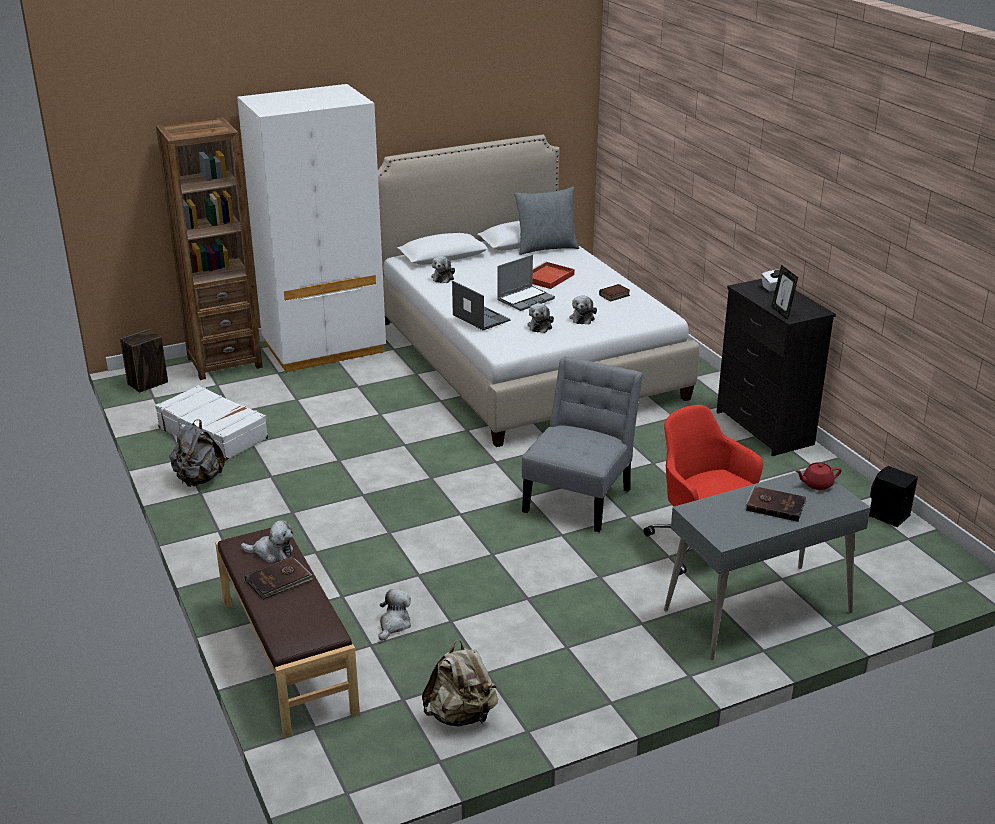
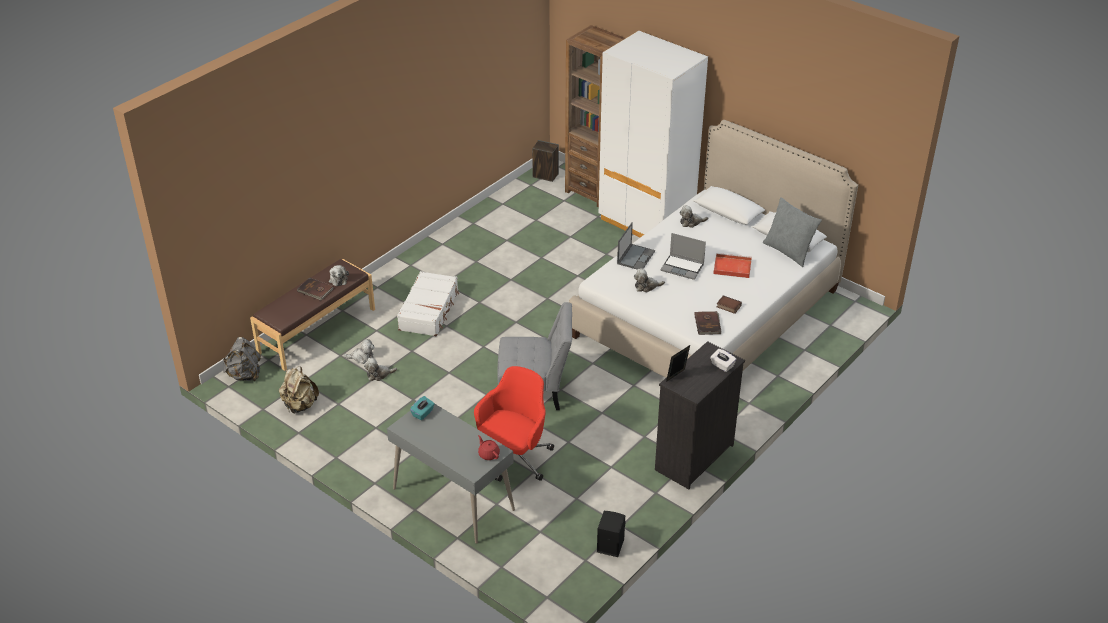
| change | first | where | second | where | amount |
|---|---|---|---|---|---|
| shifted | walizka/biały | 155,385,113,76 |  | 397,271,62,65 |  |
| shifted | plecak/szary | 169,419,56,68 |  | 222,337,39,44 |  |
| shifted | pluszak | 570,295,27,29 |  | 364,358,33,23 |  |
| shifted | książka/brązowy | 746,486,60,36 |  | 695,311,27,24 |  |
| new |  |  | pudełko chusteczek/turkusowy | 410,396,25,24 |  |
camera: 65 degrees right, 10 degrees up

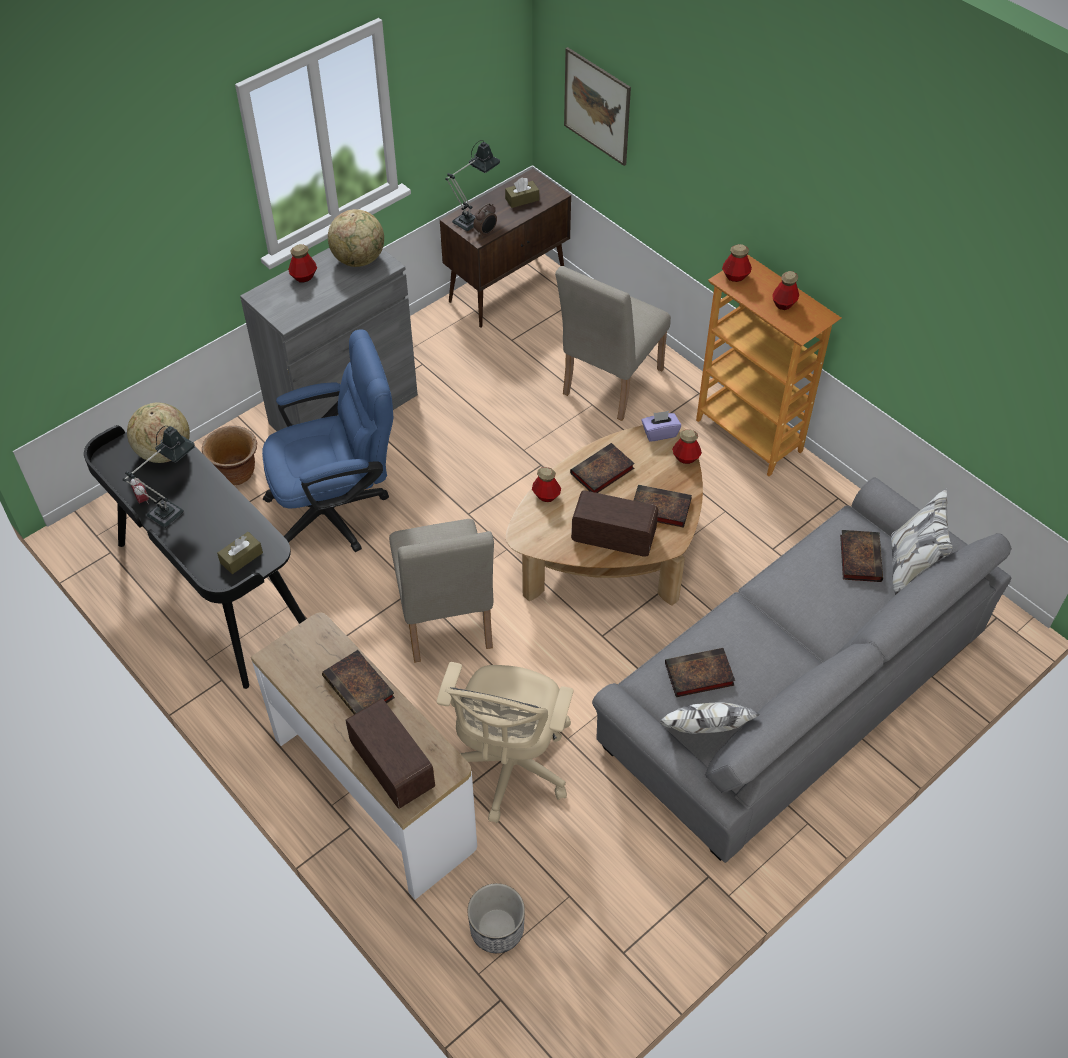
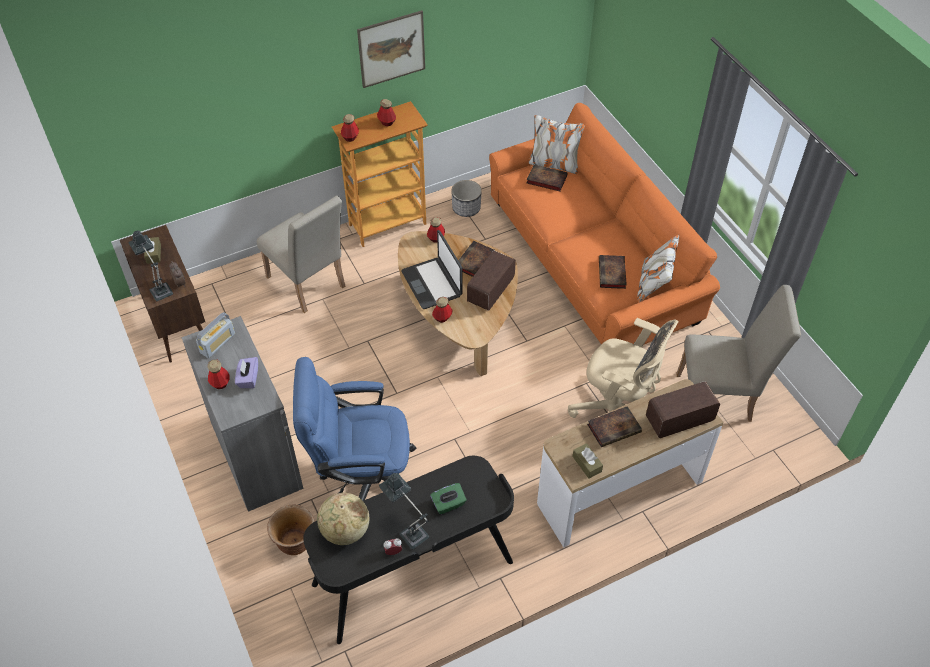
| change | first | where | second | where | amount |
|---|---|---|---|---|---|
| shifted | pudełko chusteczek/brązowy | 217,532,46,42 |  | 572,443,31,36 |  |
| rotated | krzesło biurowe/niebieski | 262,329,131,223 |  | 293,357,123,144 | 90 degrees counterclockwise |
| swapped | globus | 328,209,56,58 | radio | 196,312,39,46 |  |
| shifted | krzesło/beżowy | 389,519,105,144 |  | 676,285,125,137 |  |
| shifted | donica | 468,883,57,70 |  | 451,180,31,37 |  |
| shifted | obraz | 564,47,67,119 |  | 357,10,68,78 |  |
| swapped | książka | 570,443,65,50 | laptop | 402,230,61,79 |  |
| repainted | kanapa/szary | 592,477,420,386 | kanapa/pomarańczowy | 489,103,231,241 |  |
| shifted | pudełko chusteczek/fioletowy | 641,411,40,31 |  | 235,357,23,31 |  |
| new |  |  | pudełko chusteczek/zielony | 430,483,37,31 |  |
camera: 75 degrees left, 0 degrees up

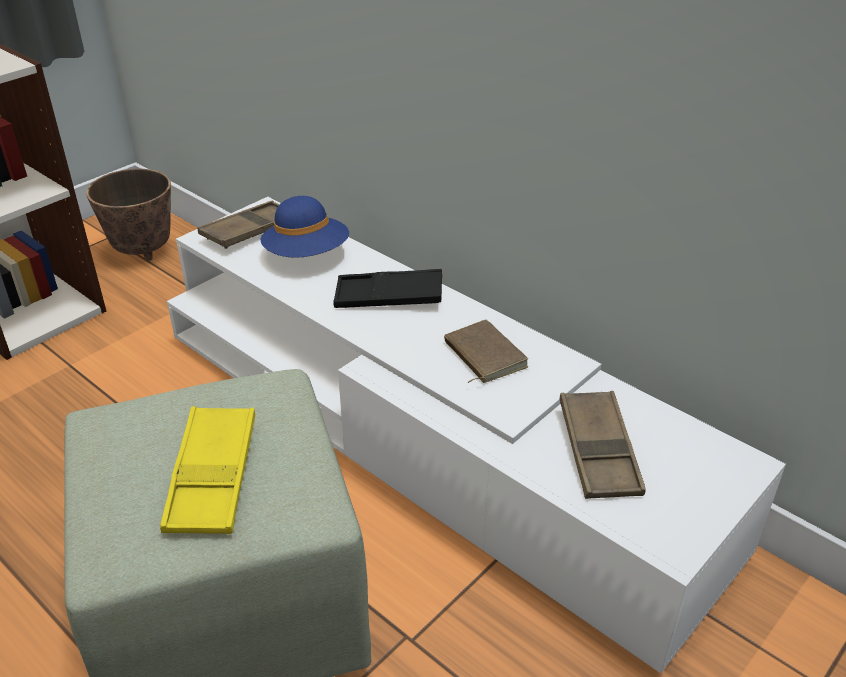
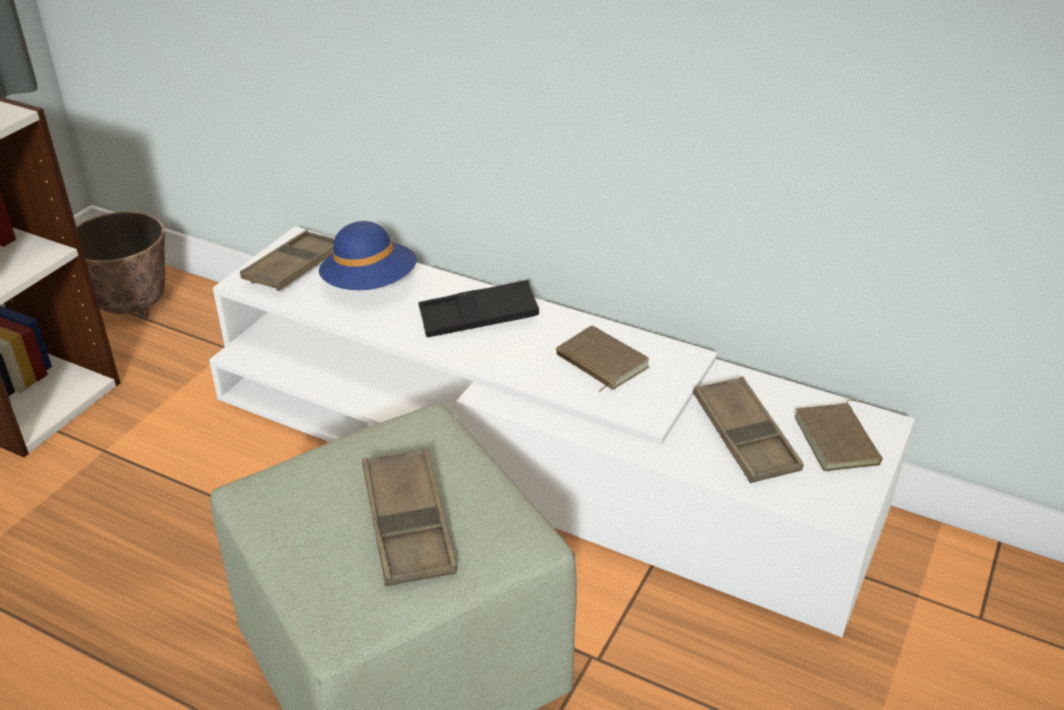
| change | first | where | second | where | amount |
|---|---|---|---|---|---|
| repainted | taca/żółty | 160,406,95,128 | taca/brązowy | 362,449,95,137 |  |
| new |  |  | książka/brązowy | 794,400,89,71 |  |
camera: 15 degrees left, 0 degrees up

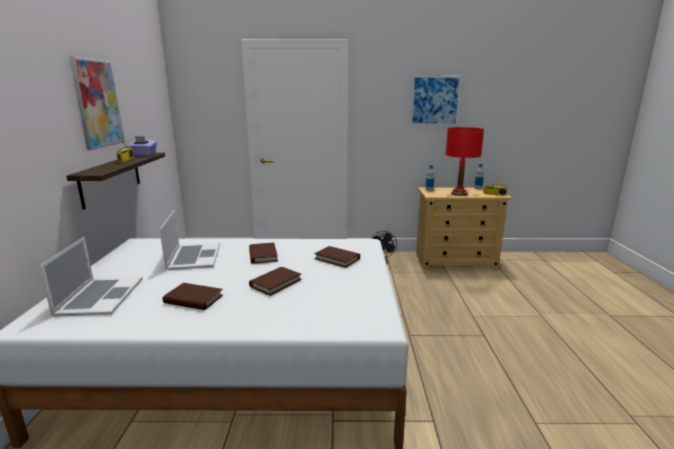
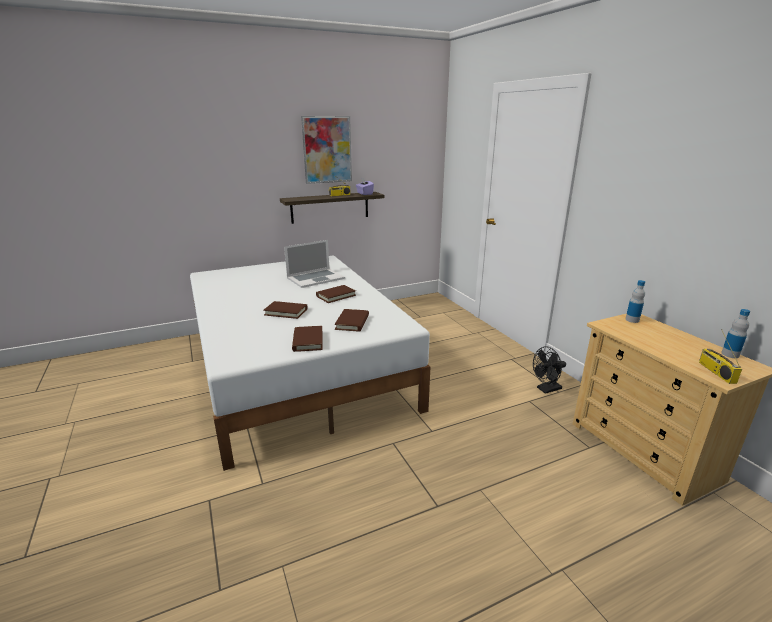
| change | first | where | second | where | amount |
|---|---|---|---|---|---|
| gone | laptop | 39,237,104,80 |  |  |  |
| shifted | książka/brązowy | 163,283,60,27 |  | 292,326,31,26 |  |
| gone | obraz | 410,76,51,49 |  |  |  |
| gone | lampa stołowa/czerwony | 445,127,39,69 |  |  |  |
camera: 65 degrees right, 5 degrees up

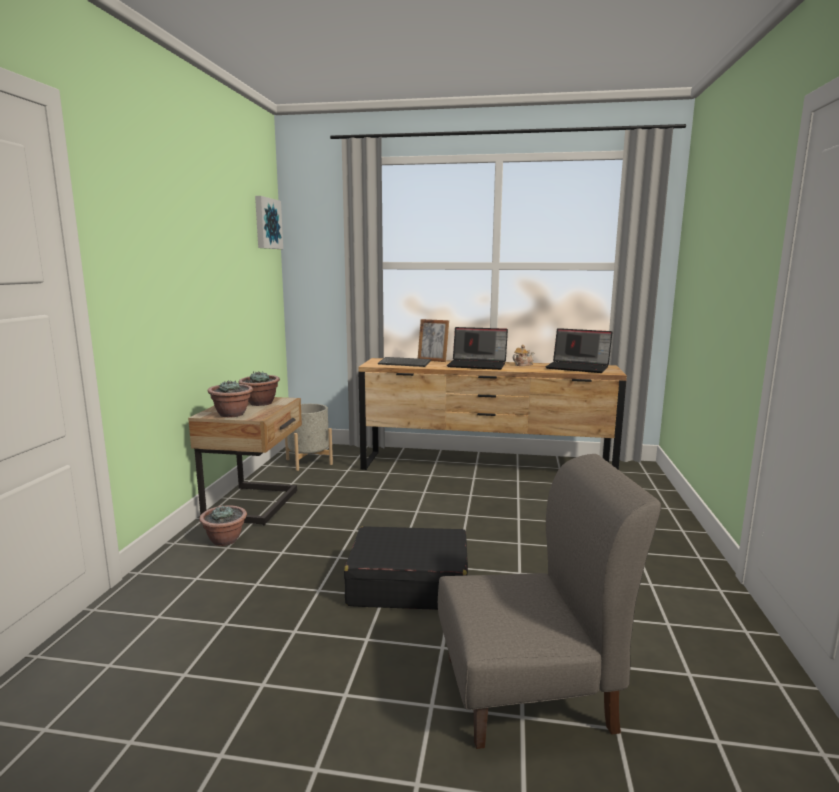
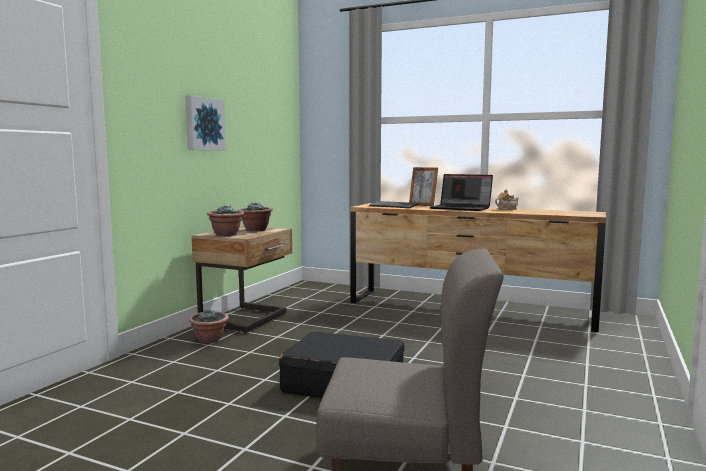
| change | first | where | second | where | amount |
|---|---|---|---|---|---|
| shifted | obraz | 255,196,28,53 |  | 185,95,41,55 |  |
| gone | donica/szary | 285,404,48,67 |  |  |  |
| gone | laptop | 546,328,67,45 |  |  |  |
camera: 15 degrees right, 5 degrees down

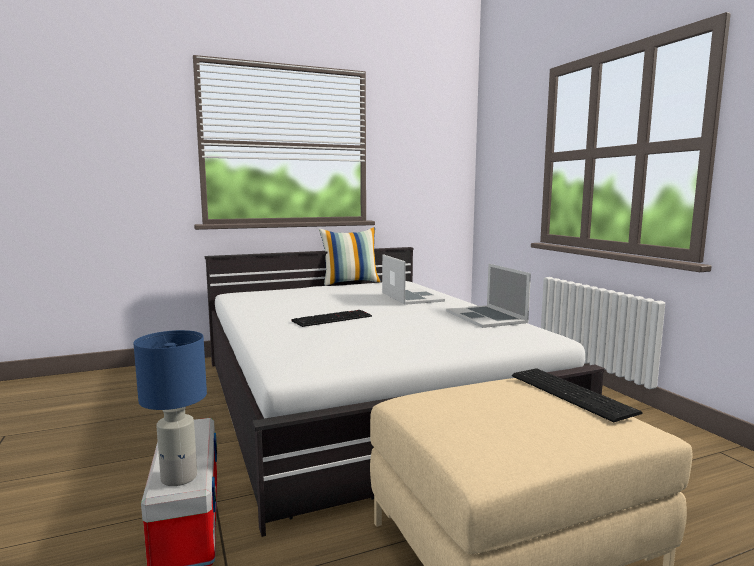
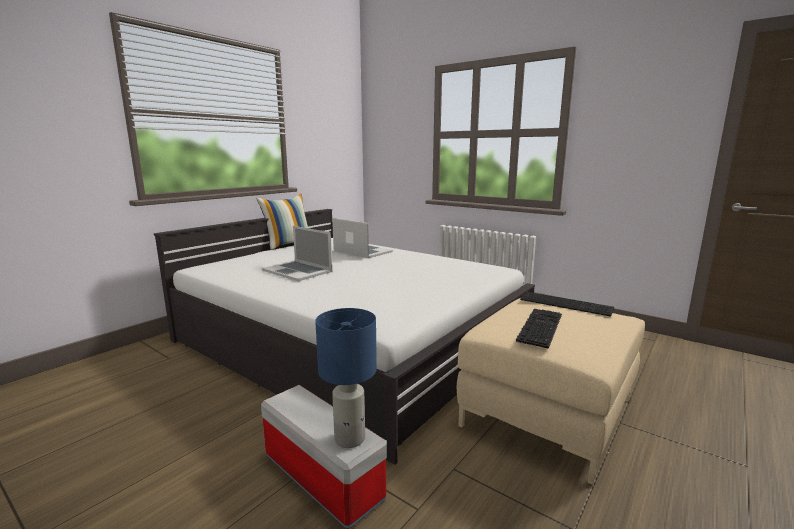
| change | first | where | second | where | amount |
|---|---|---|---|---|---|
| shifted | klawiatura | 291,310,81,17 |  | 516,309,46,40 |  |
| shifted | laptop | 446,264,85,64 |  | 262,226,70,55 |  |
camera: 30 degrees left, 5 degrees up

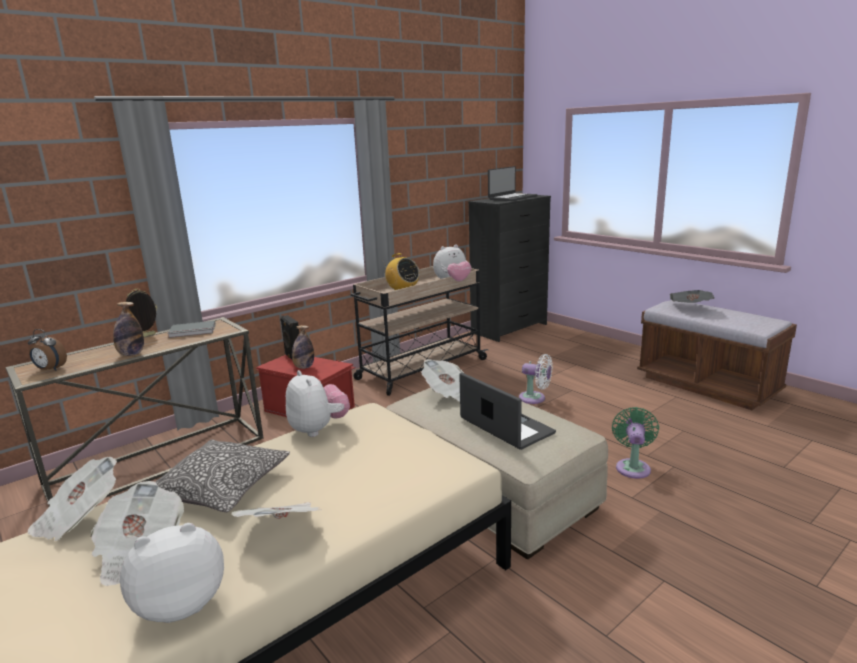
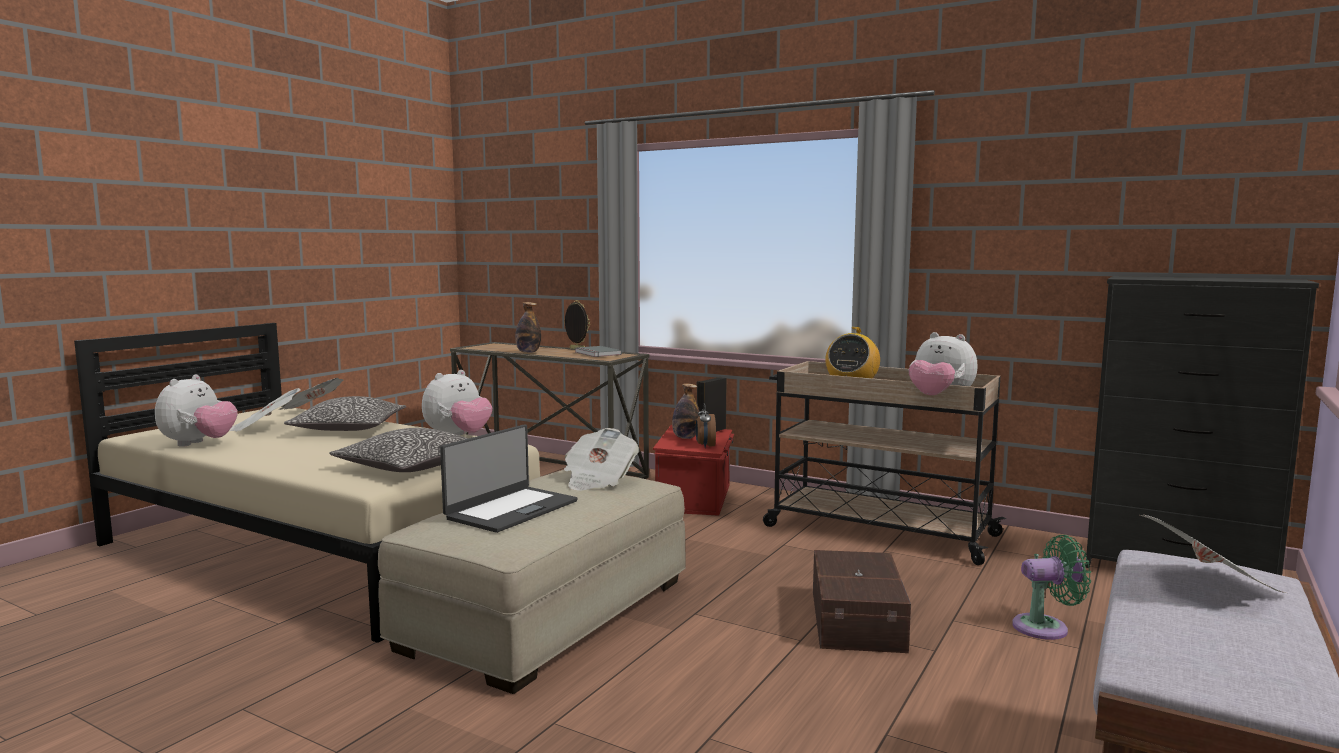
| change | first | where | second | where | amount |
|---|---|---|---|---|---|
| shifted | budzik | 28,329,39,42 |  | 696,403,20,45 |  |
| rotated | pluszak | 120,523,104,100 |  | 155,375,83,72 | 60 degrees clockwise |
| gone | gazeta | 231,502,89,17 |  |  |  |
| gone | laptop | 488,166,50,35 |  |  |  |
| swapped | wentylator/biały | 519,354,34,50 | pojemnik do przechowywania/brązowy | 813,550,98,103 |  |
| shifted | wentylator/zielony | 612,407,47,72 |  | 1012,535,79,105 |  |
| new |  |  | poduszka | 329,428,139,44 |  |
camera: 70 degrees right, 10 degrees down

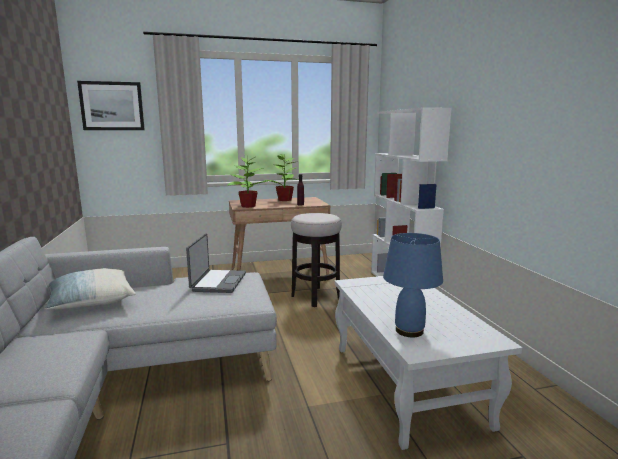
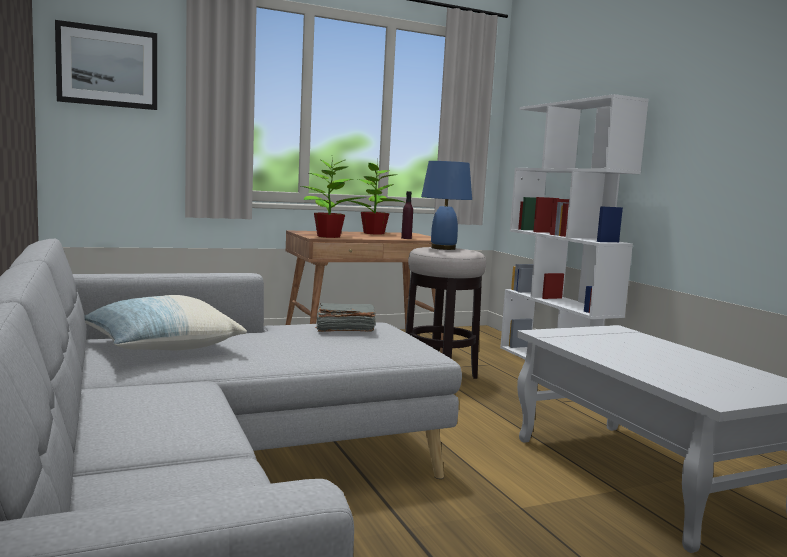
| change | first | where | second | where | amount |
|---|---|---|---|---|---|
| swapped | laptop | 186,233,60,60 | książka/szary | 315,303,61,29 |  |
| shifted | lampa stołowa/niebieski | 383,233,60,104 |  | 421,161,51,89 |  |
camera: 10 degrees left, 5 degrees down

